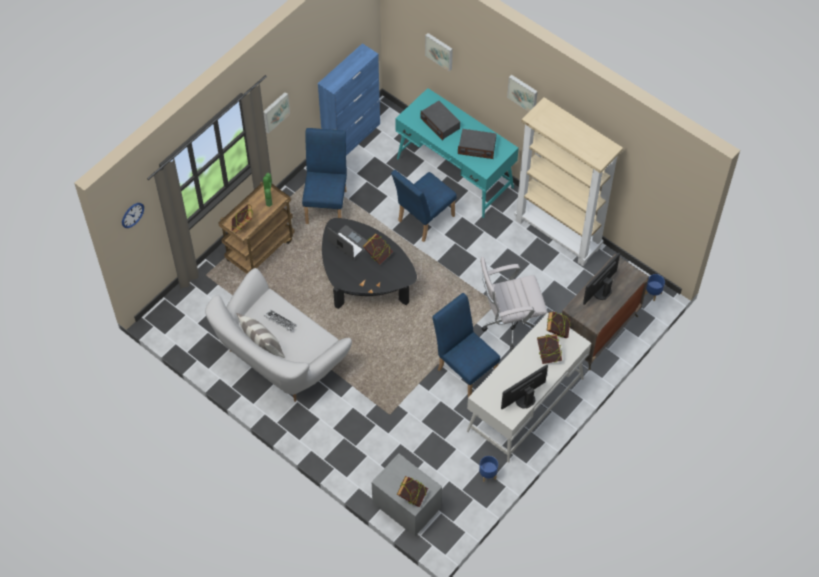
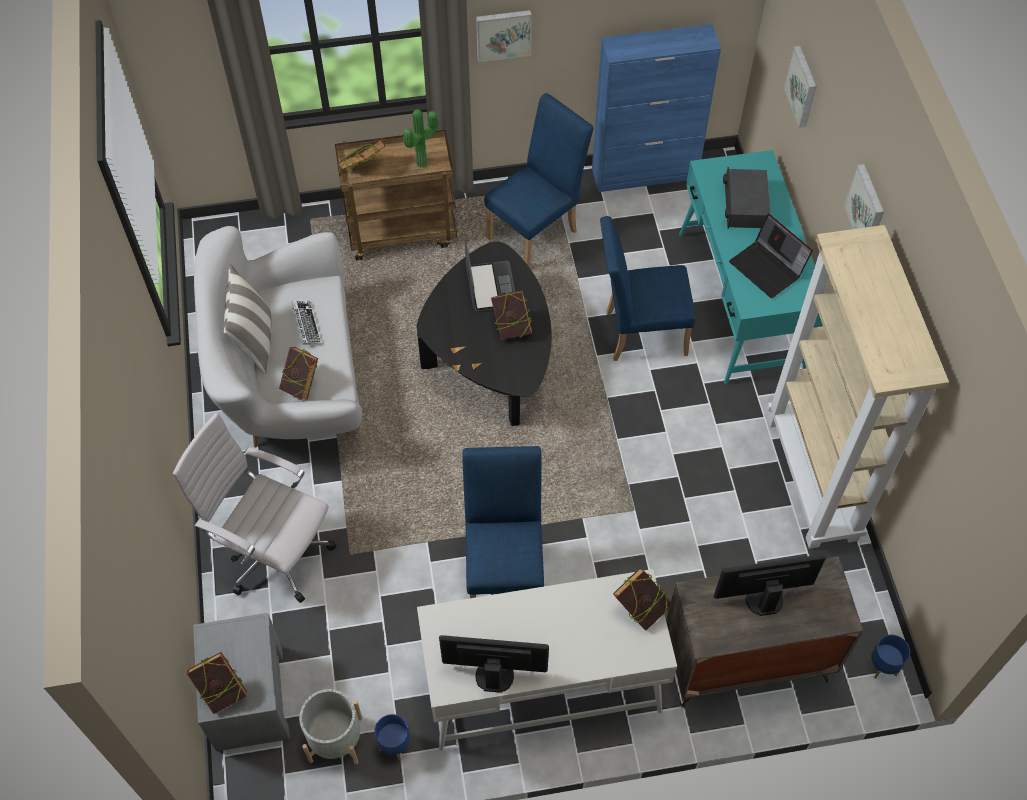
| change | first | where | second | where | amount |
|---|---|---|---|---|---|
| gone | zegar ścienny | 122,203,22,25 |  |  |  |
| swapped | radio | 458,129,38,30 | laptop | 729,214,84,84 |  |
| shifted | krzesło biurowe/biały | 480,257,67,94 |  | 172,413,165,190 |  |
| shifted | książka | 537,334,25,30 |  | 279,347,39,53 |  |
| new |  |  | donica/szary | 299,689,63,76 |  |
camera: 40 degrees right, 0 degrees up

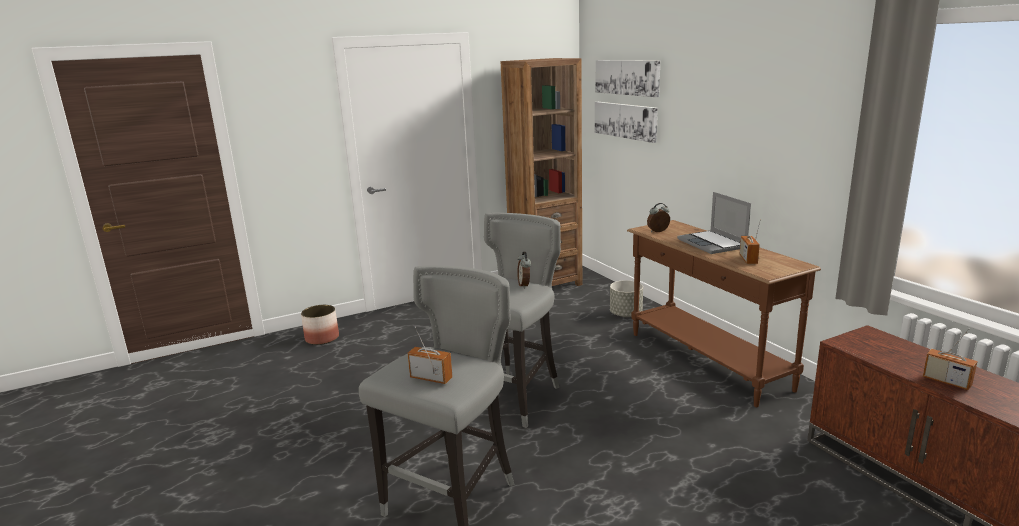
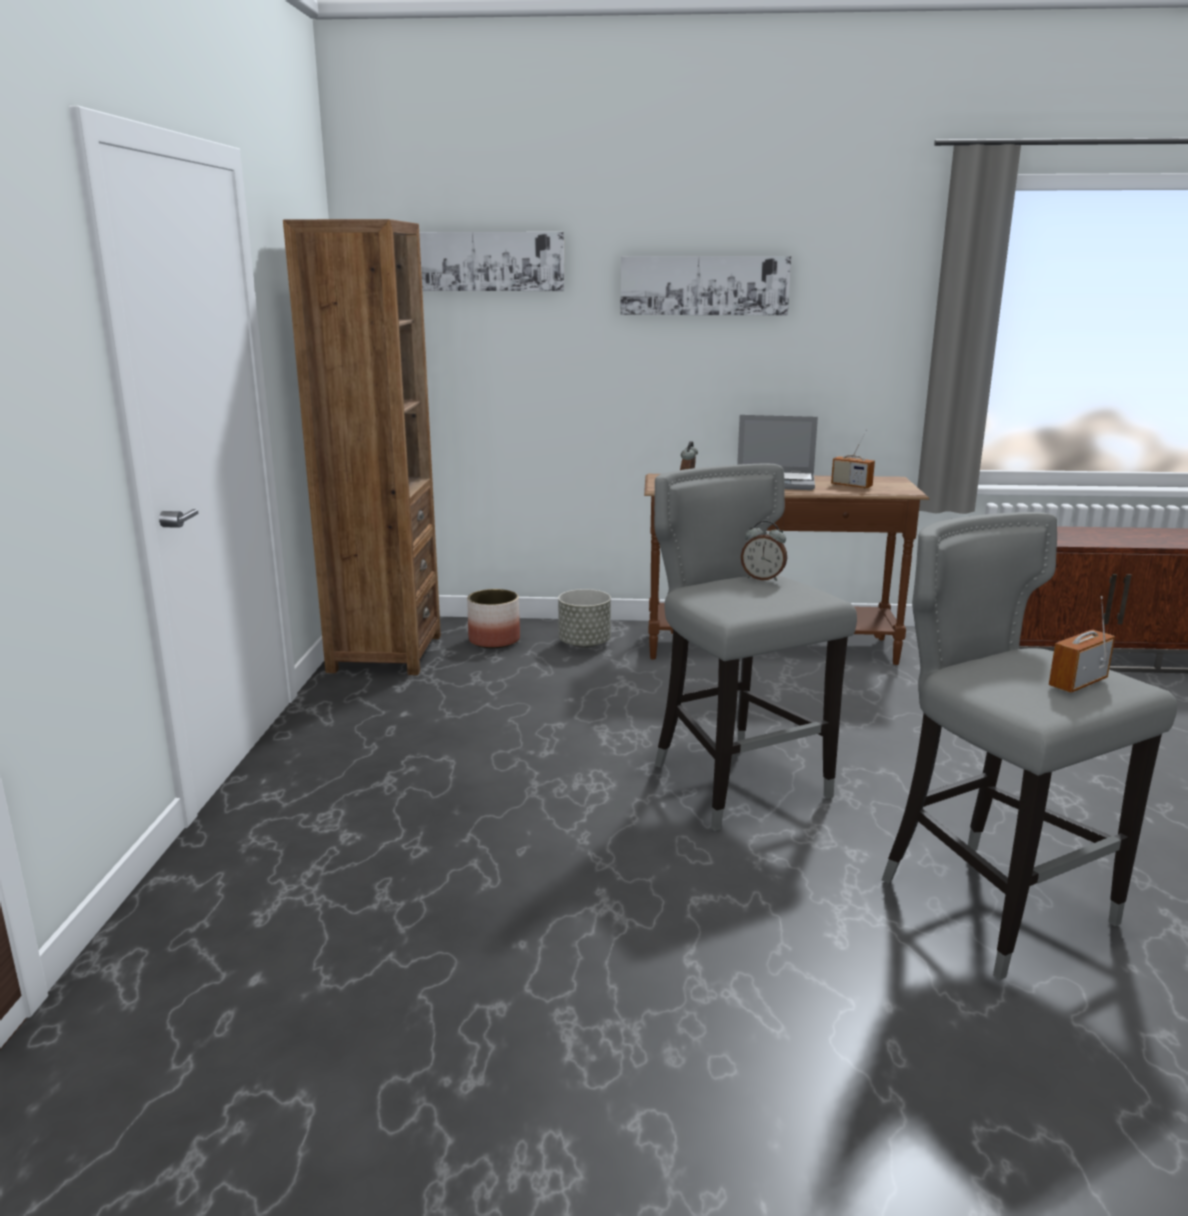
| change | first | where | second | where | amount |
|---|---|---|---|---|---|
| shifted | donica | 301,305,38,40 |  | 467,589,53,59 |  |
| shifted | obraz | 595,102,63,41 |  | 620,256,171,59 |  |
| gone | radio | 923,329,55,61 |  |  |  |
camera: 60 degrees left, 0 degrees up

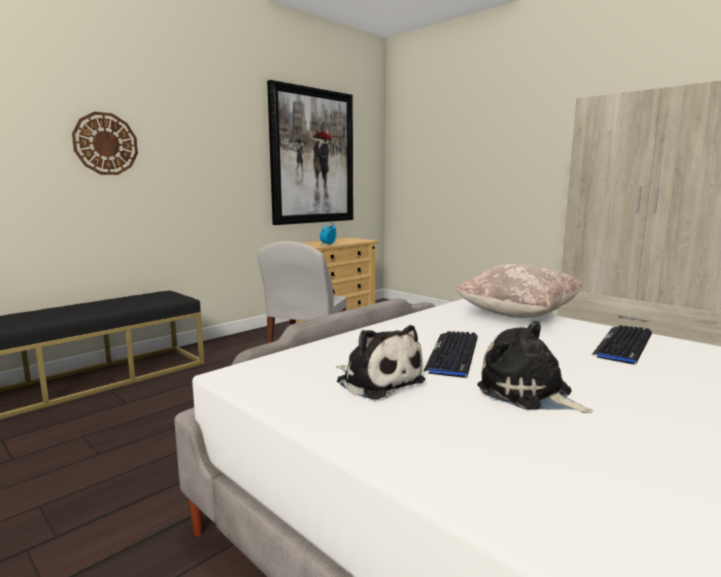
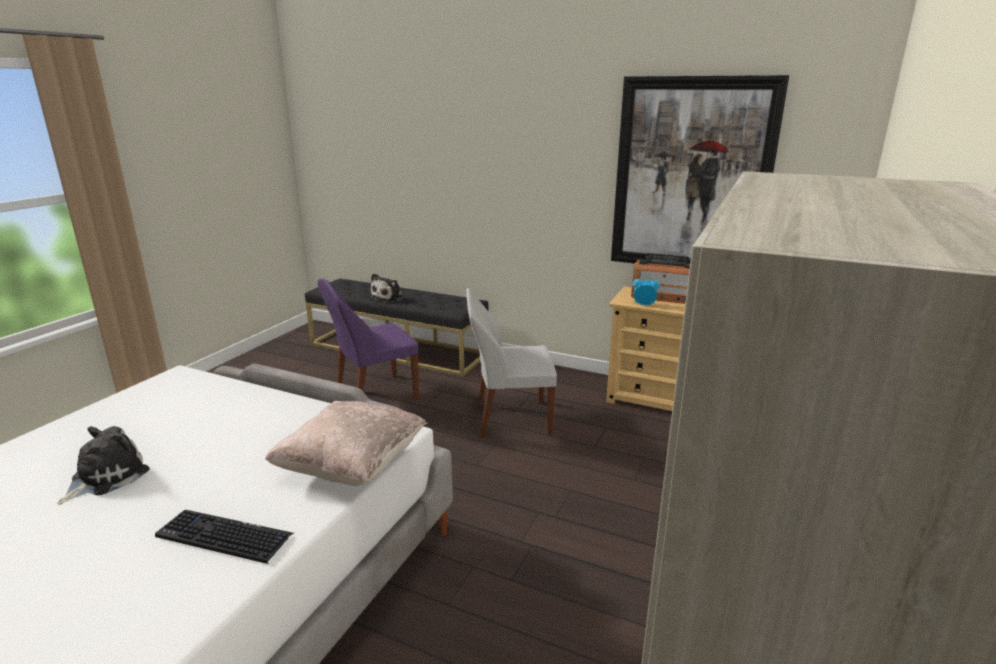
| change | first | where | second | where | amount |
|---|---|---|---|---|---|
| gone | zegar ścienny | 72,112,66,63 |  |  |  |
| shifted | pluszak | 336,325,89,75 |  | 370,273,34,29 |  |
| gone | klawiatura | 424,331,54,47 |  |  |  |
| new |  |  | krzesło/fioletowy | 317,278,102,121 |  |
| new |  |  | radio | 631,253,59,51 |  |
camera: 70 degrees right, 10 degrees up

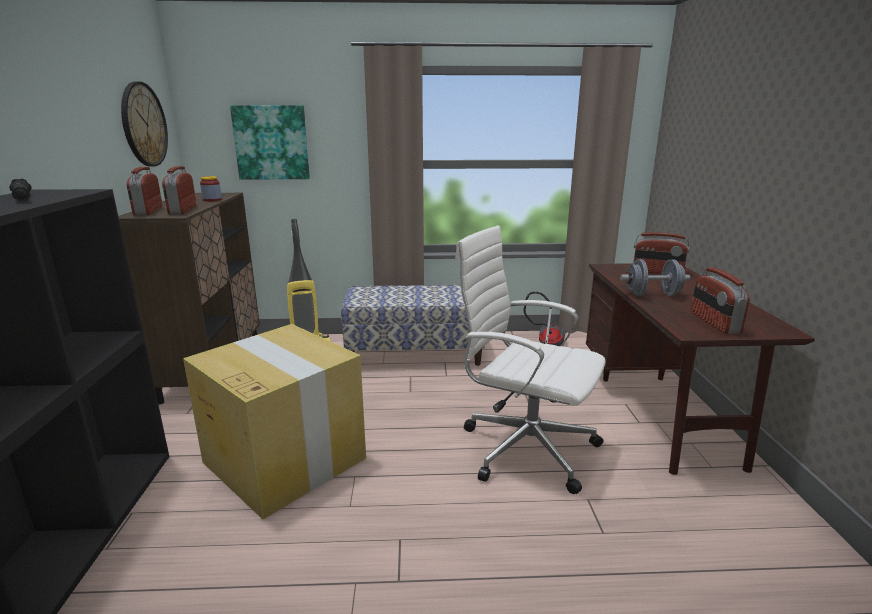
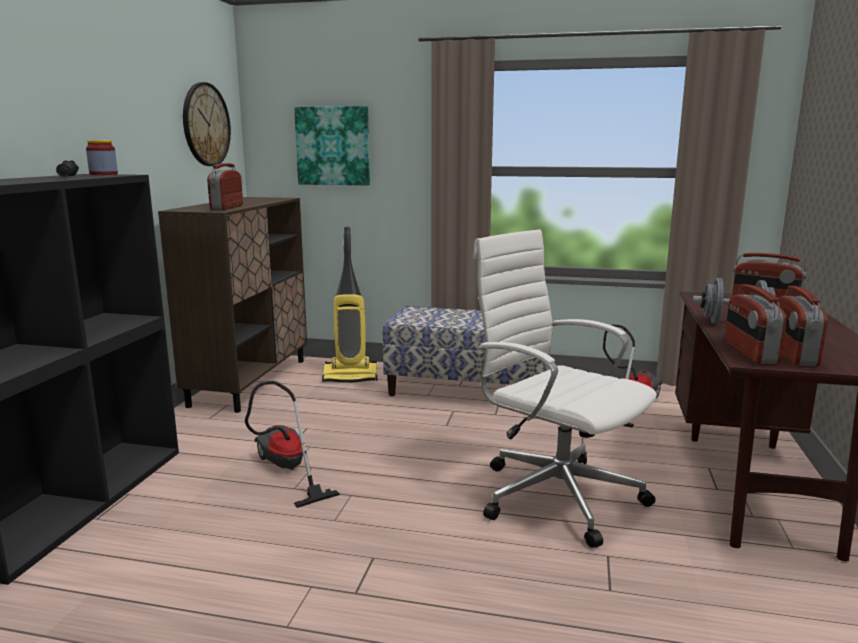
| change | first | where | second | where | amount |
|---|---|---|---|---|---|
| shifted | radio | 126,167,36,49 |  | 725,284,62,80 |  |
| swapped | karton | 183,324,183,196 | odkurzacz | 245,381,95,127 |  |
| shifted | słoik | 200,176,22,26 |  | 86,140,32,35 |  |
camera: 15 degrees right, 5 degrees down

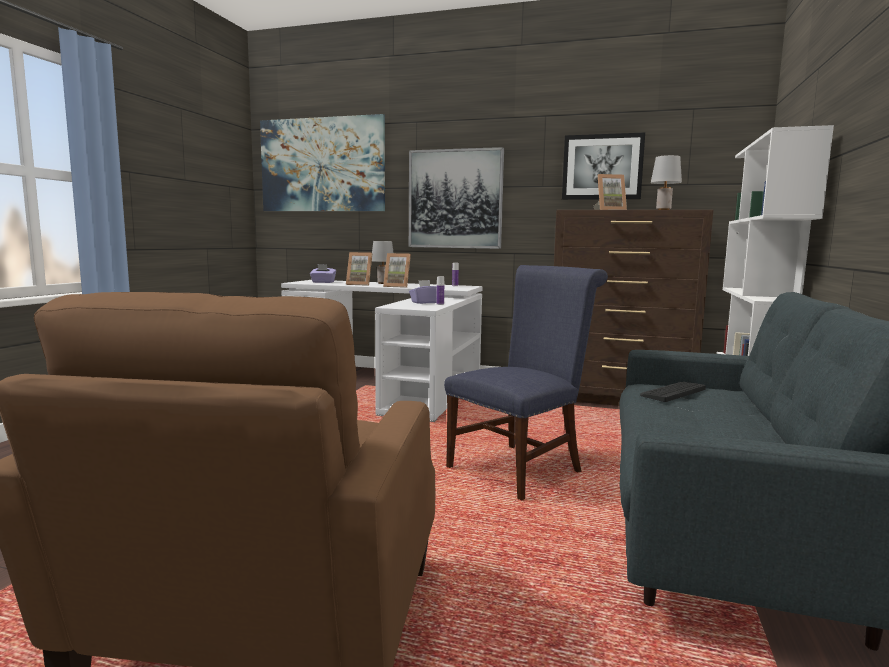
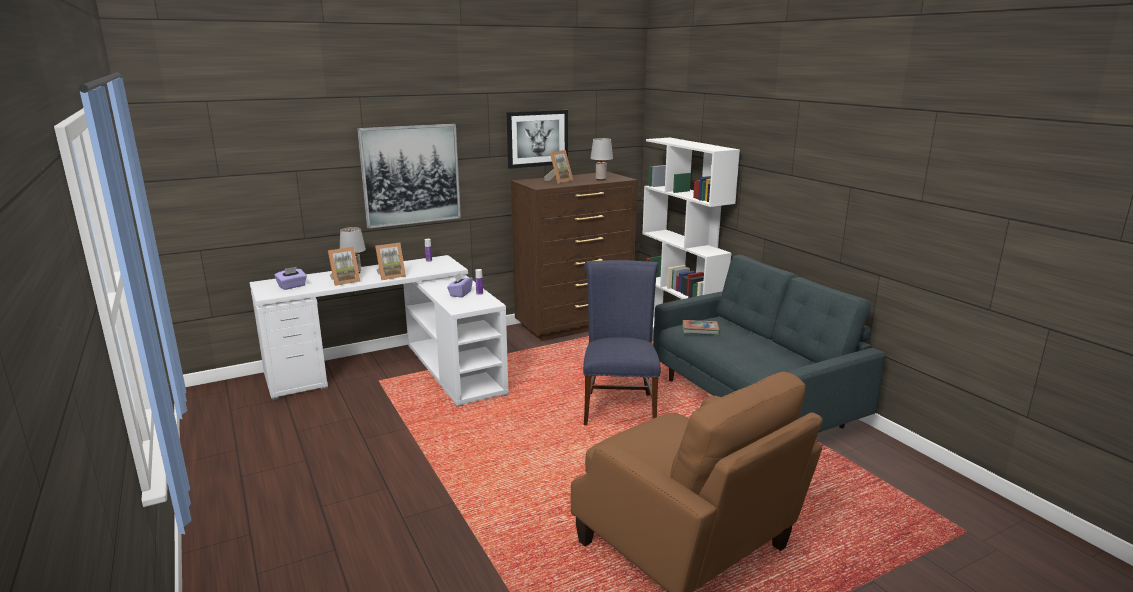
| change | first | where | second | where | amount |
|---|---|---|---|---|---|
| gone | obraz | 260,114,125,97 |  |  |  |
| swapped | klawiatura | 640,382,66,20 | książka | 682,320,38,15 |  |
camera: 45 degrees left, 10 degrees up

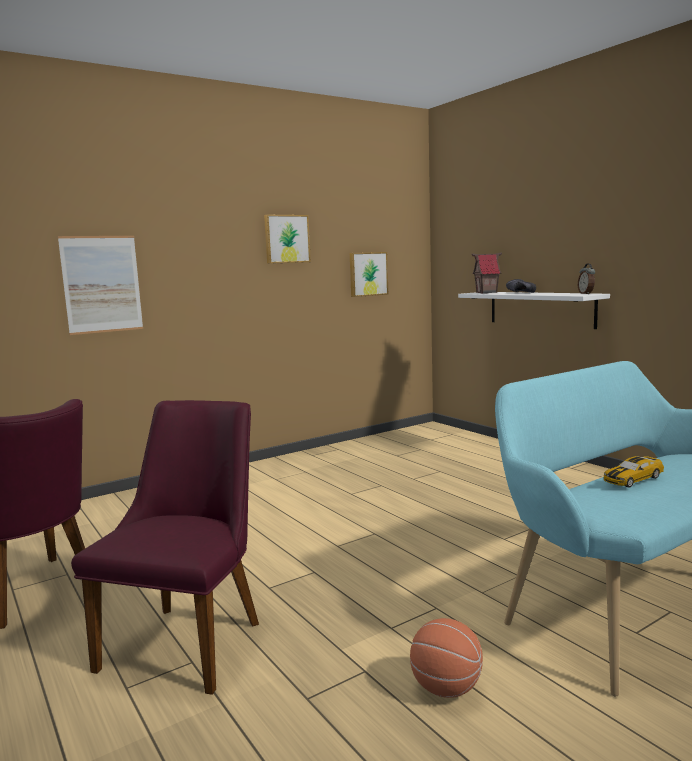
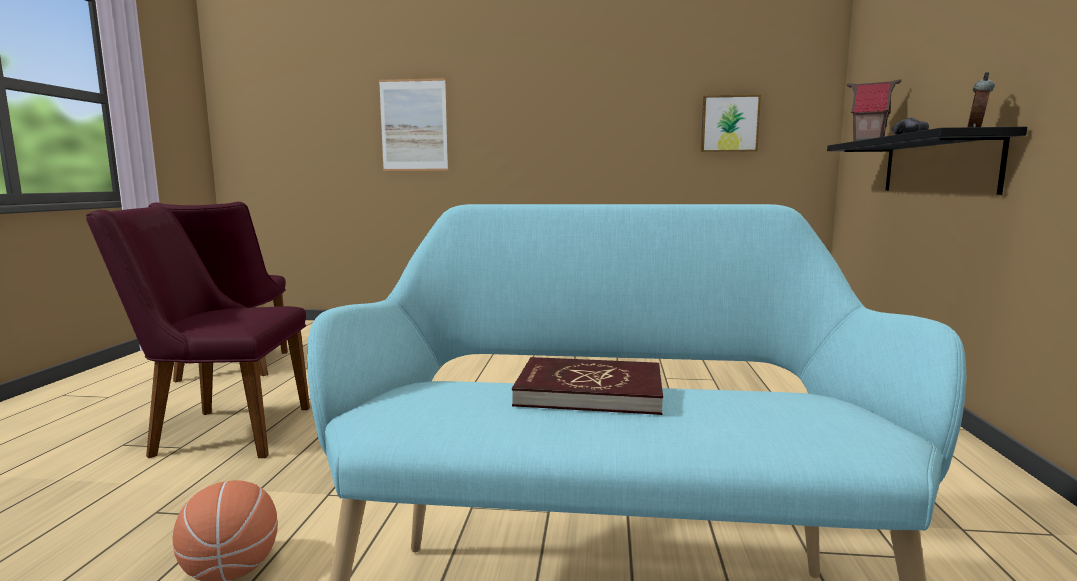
| change | first | where | second | where | amount |
|---|---|---|---|---|---|
| rotated | krzesło/fioletowy | 71,400,188,295 |  | 86,206,224,252 | 150 degrees counterclockwise |
| gone | obraz | 264,215,47,49 |  |  |  |
| repainted | półka/biały | 458,292,152,37 | półka/czarny | 827,127,200,68 |  |
| swapped | samochodzik | 603,456,61,32 | książka/czerwony | 512,357,151,58 |  |
camera: 40 degrees right, 0 degrees up

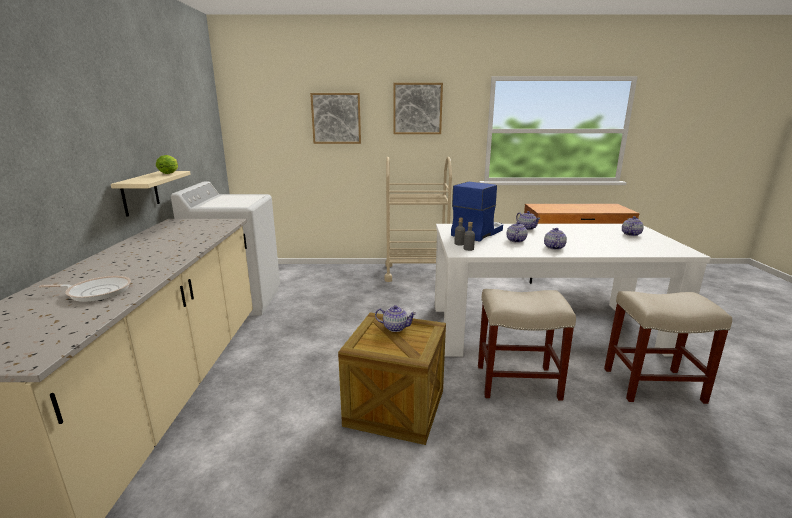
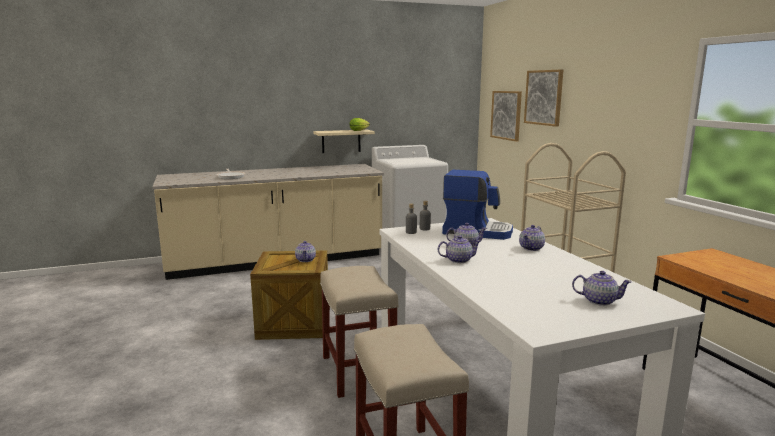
| change | first | where | second | where | amount |
|---|---|---|---|---|---|
| shifted | obraz | 393,83,50,51 |  | 490,91,32,50 |  |
camera: 70 degrees right, 5 degrees down

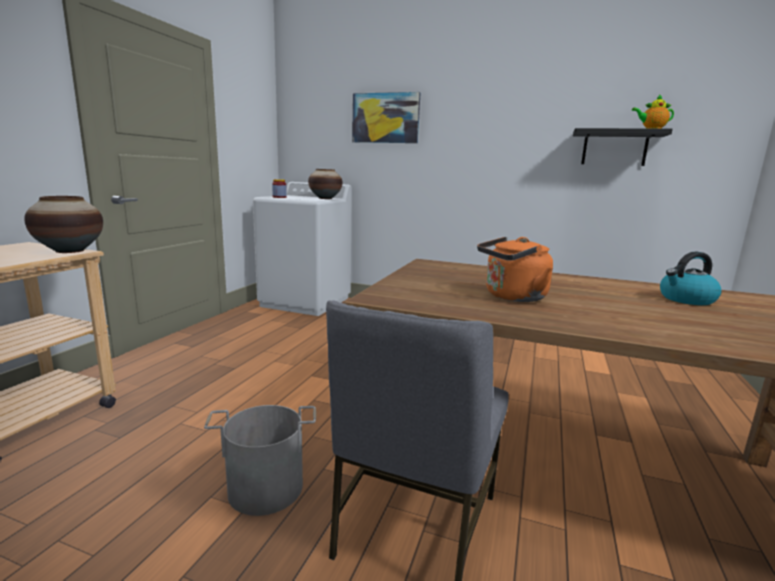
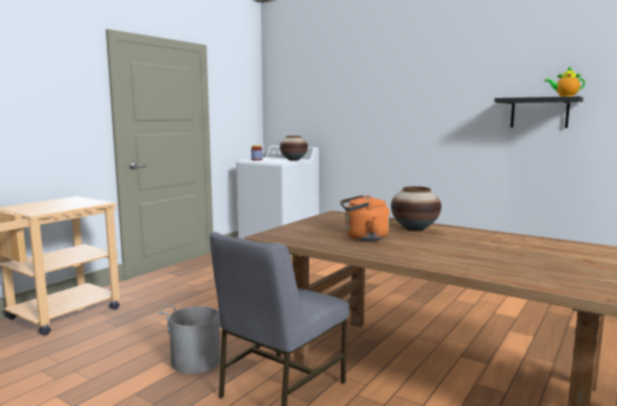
| change | first | where | second | where | amount |
|---|---|---|---|---|---|
| shifted | wazon | 24,196,79,57 |  | 391,186,50,45 |  |
| gone | obraz | 352,92,68,51 |  |  |  |
| gone | czajnik | 660,251,62,54 |  |  |  |
camera: 15 degrees right, 5 degrees down

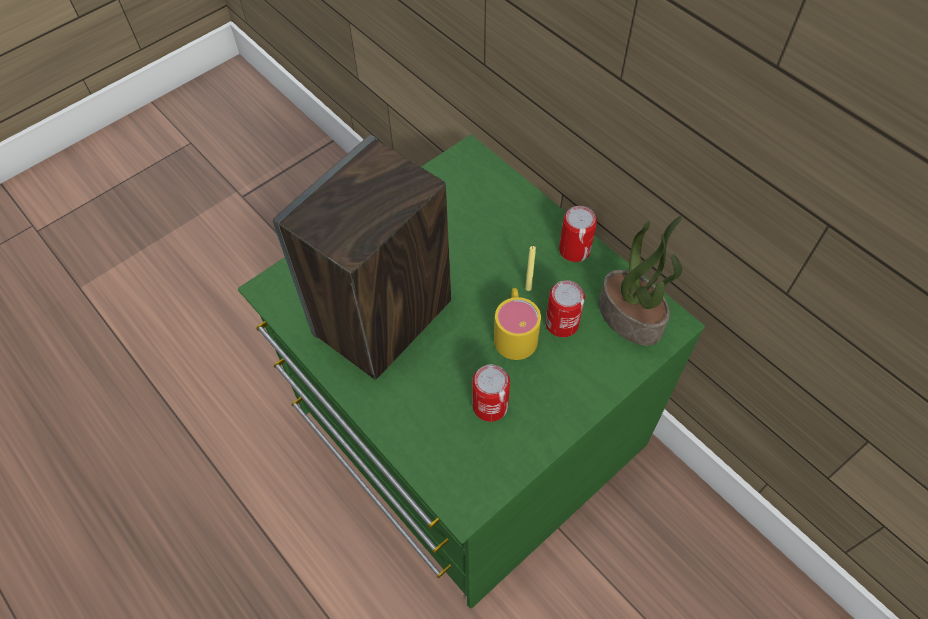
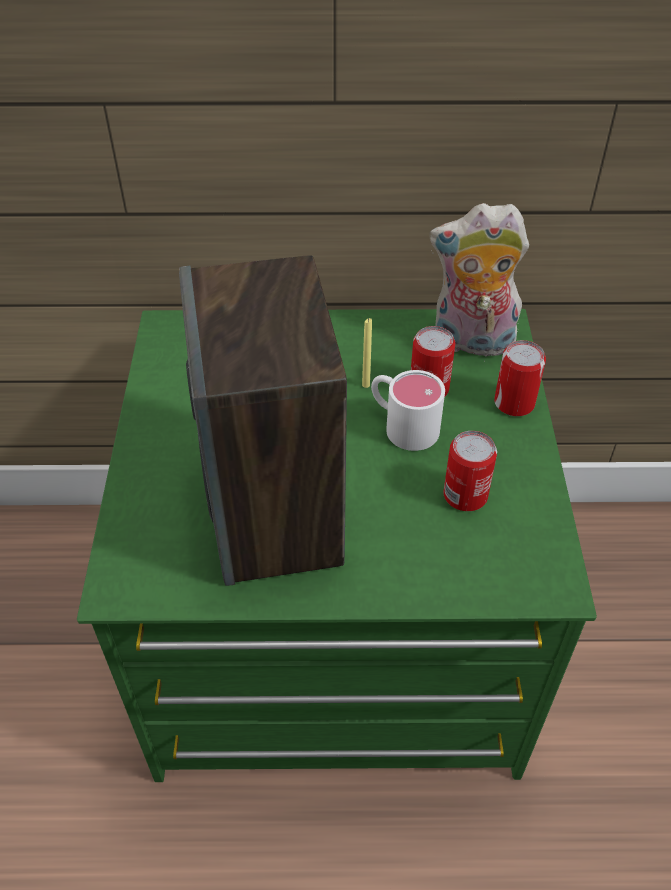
| change | first | where | second | where | amount |
|---|---|---|---|---|---|
| repainted | kubek/żółty | 494,288,47,72 | kubek/biały | 371,370,74,81 |  |
| shifted | puszka | 559,206,38,56 |  | 494,340,52,76 |  |
| swapped | roślina doniczkowa | 599,216,83,130 | pluszak | 429,203,100,155 |  |
camera: 50 degrees left, 10 degrees down

